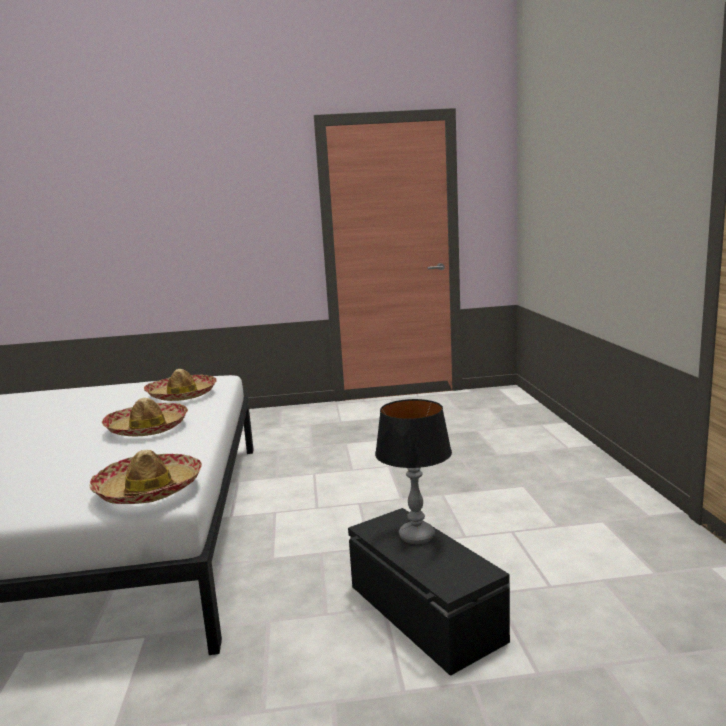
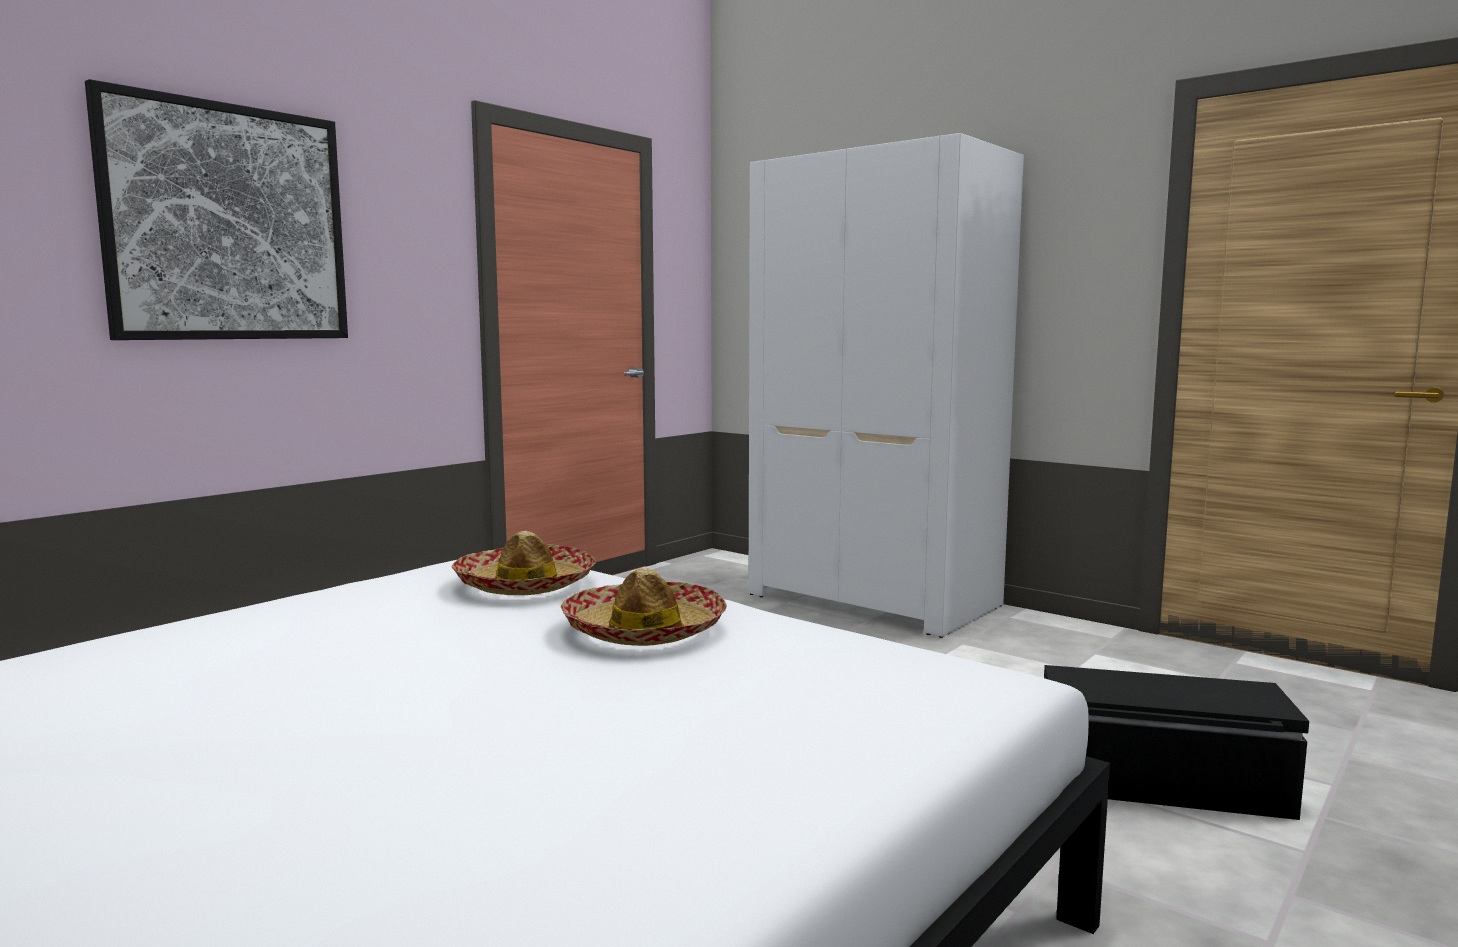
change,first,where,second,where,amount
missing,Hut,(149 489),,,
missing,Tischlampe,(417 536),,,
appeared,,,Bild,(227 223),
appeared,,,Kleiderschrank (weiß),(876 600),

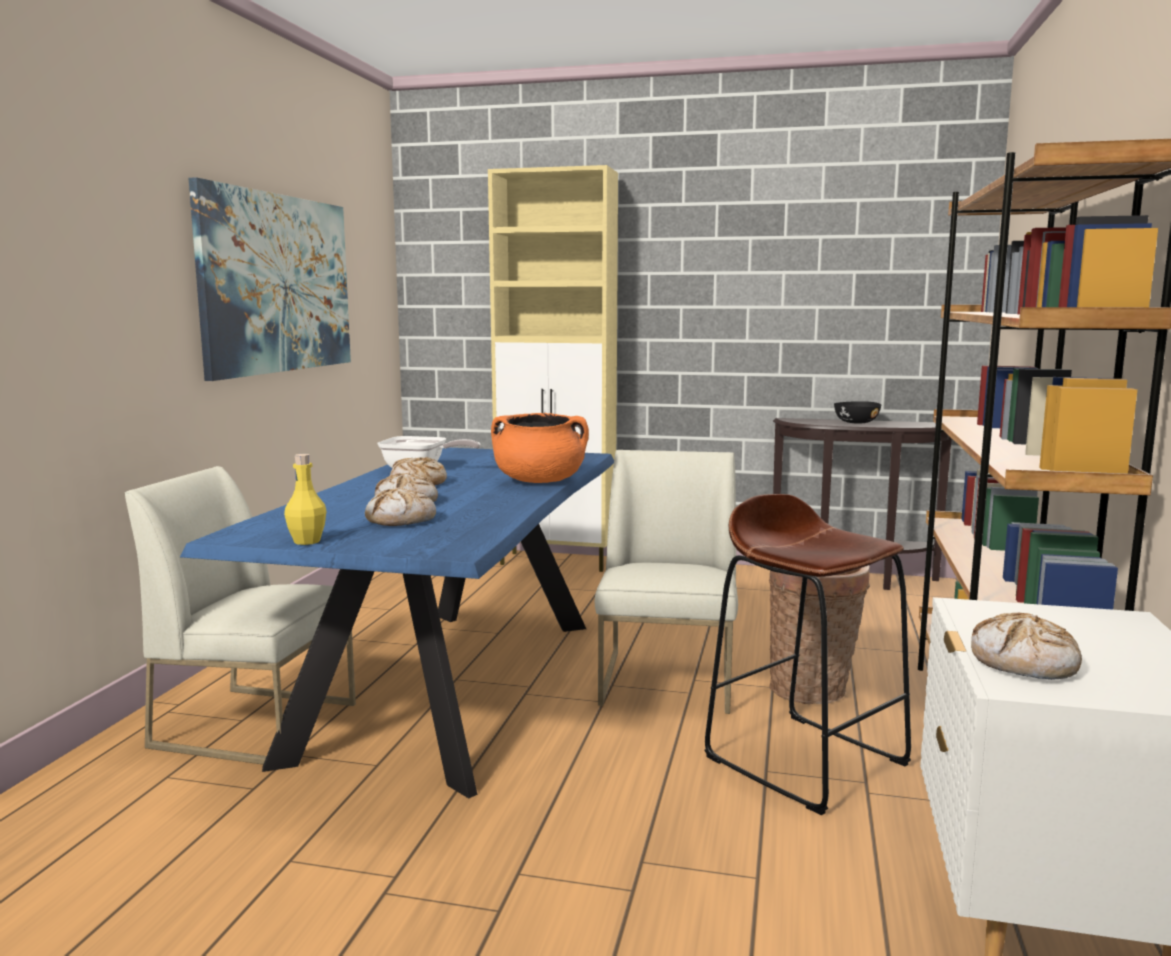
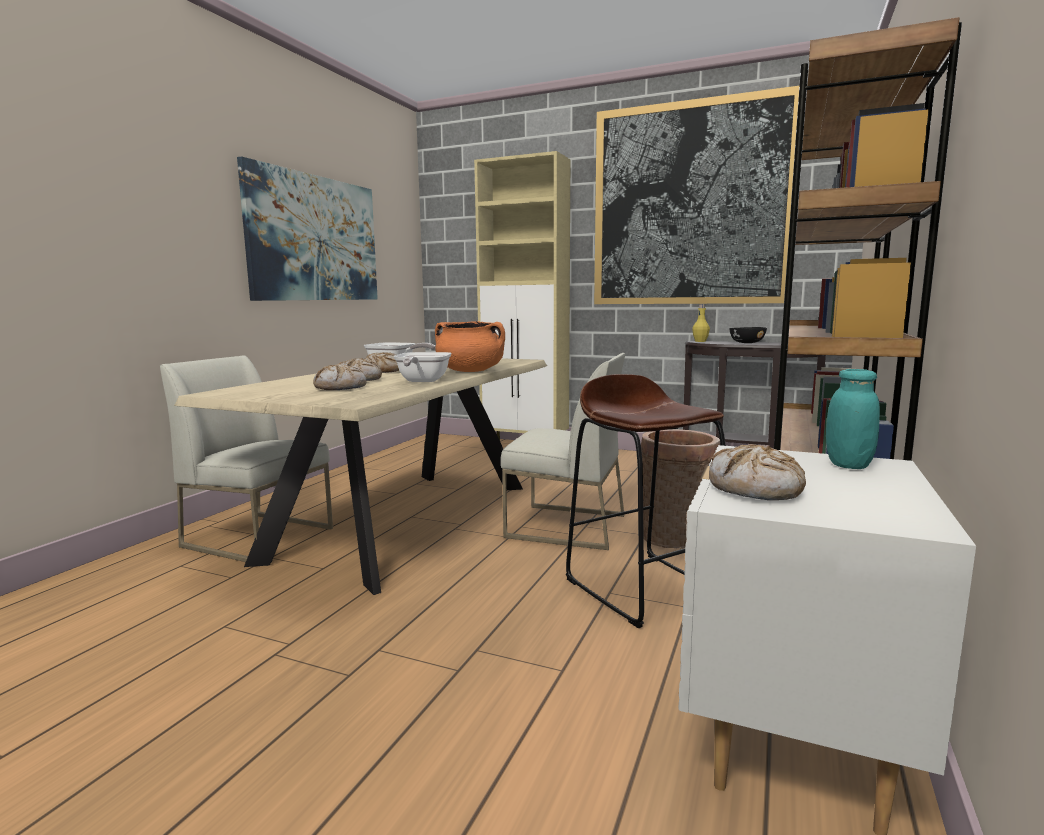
change,first,where,second,where,amount
appeared,,,Pfanne,(421 381),
appeared,,,Bild,(691 205),
appeared,,,Vorratsglas (türkis),(848 465),
relocated,Flasche (gelb),(307 541),,(700 341),
colour,Esstisch (blau),(451 686),Esstisch (beige),(405 520),
spun,Stuhl (weiß),(668 681),,(565 526),90 degrees clockwise

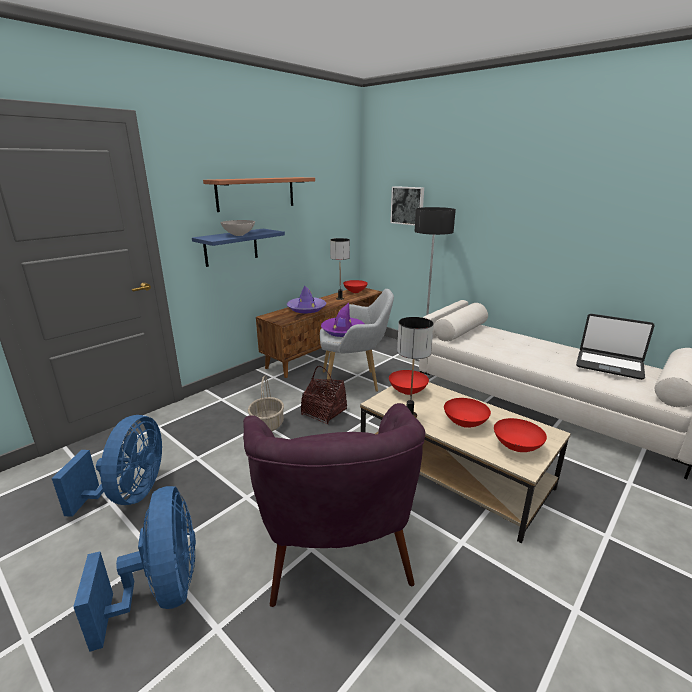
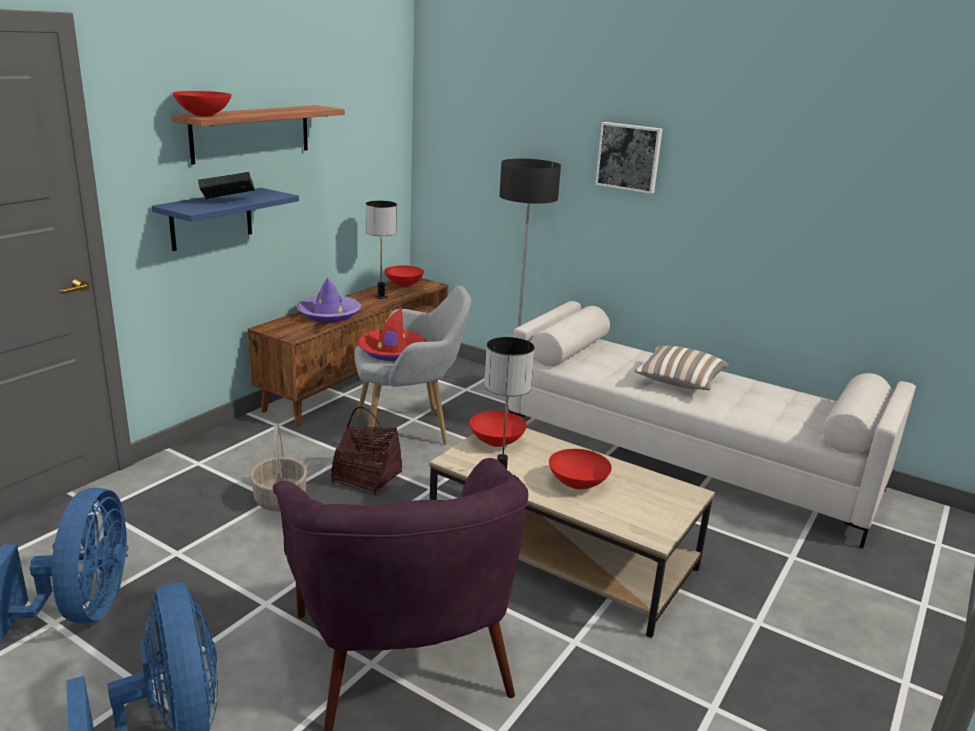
change,first,where,second,where,amount
missing,Laptop,(609 365),,,
appeared,,,Kissen,(679 382),
relocated,Bild,(407 205),,(629 157),
relocated,Schüssel (rot),(517 447),,(205 115),
exchanged,Schüssel (weiß),(239 235),Buch,(228 201),
colour,Hut (lila),(343 331),Hut (rot),(392 351),

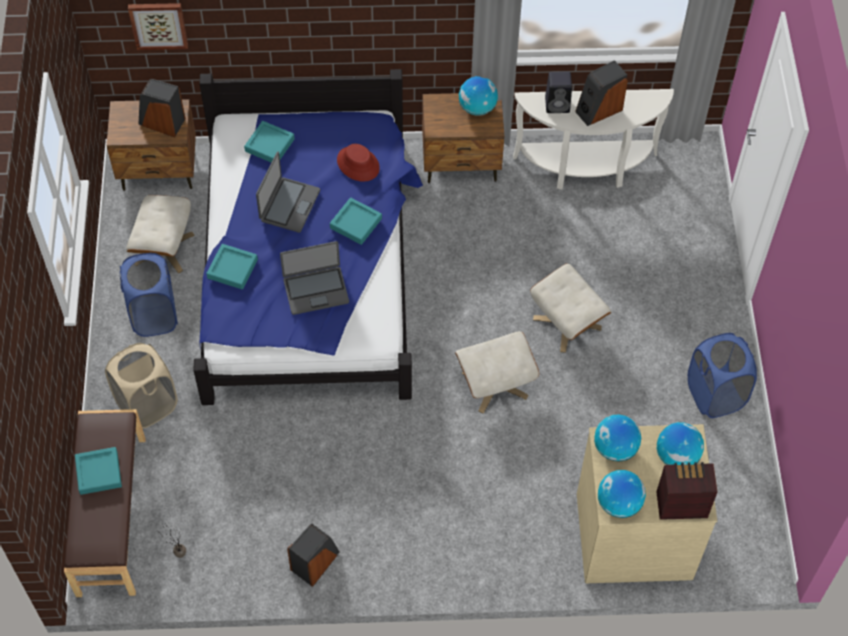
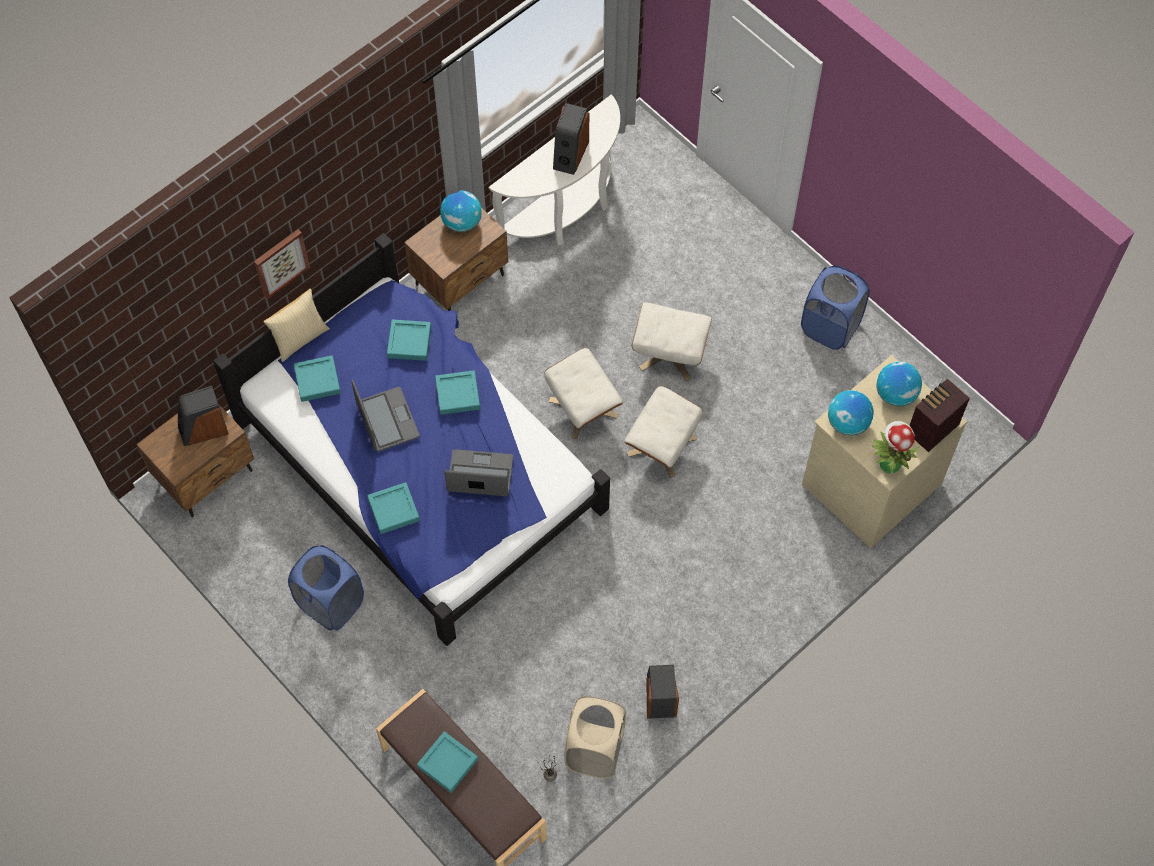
change,first,where,second,where,amount
missing,Lautsprecher (schwarz),(558 104),,,
appeared,,,Kissen,(299 338),
relocated,Wäschekorb (beige),(147 405),,(595 751),
relocated,Polsterhocker (beige),(164 249),,(584 408),
relocated,Bild,(158 25),,(280 262),
exchanged,Hut (rot),(358 164),Tablett (türkis),(409 342),
exchanged,Globus,(618 503),Topfpflanze,(889 463),
spun,Laptop,(315 290),,(480 475),120 degrees counterclockwise

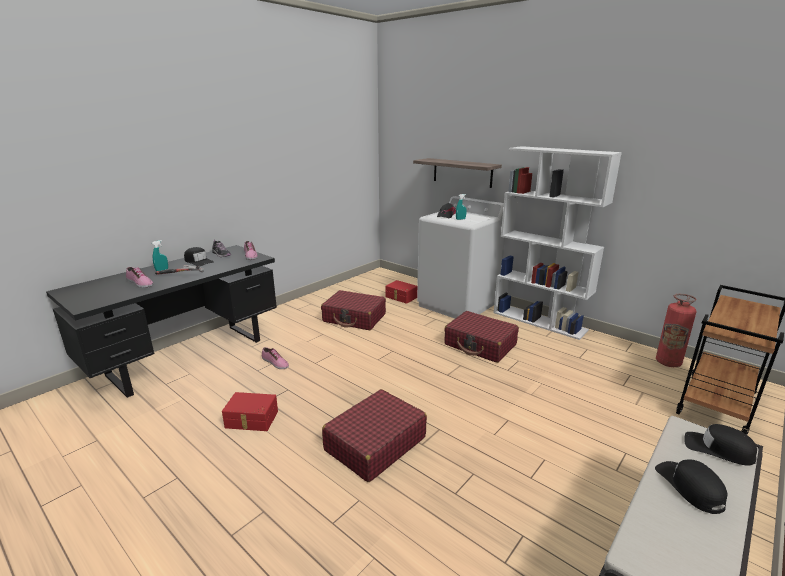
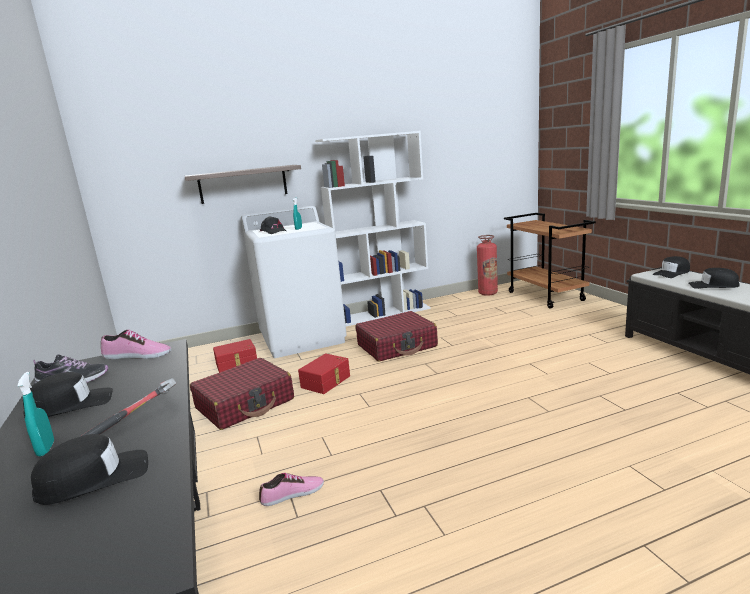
change,first,where,second,where,amount
missing,Koffer (rot),(375 444),,,
relocated,Aufbewahrungsbox (rot),(251 420),,(326 382),
exchanged,Schuh,(139 283),Kappe (schwarz),(94 477),

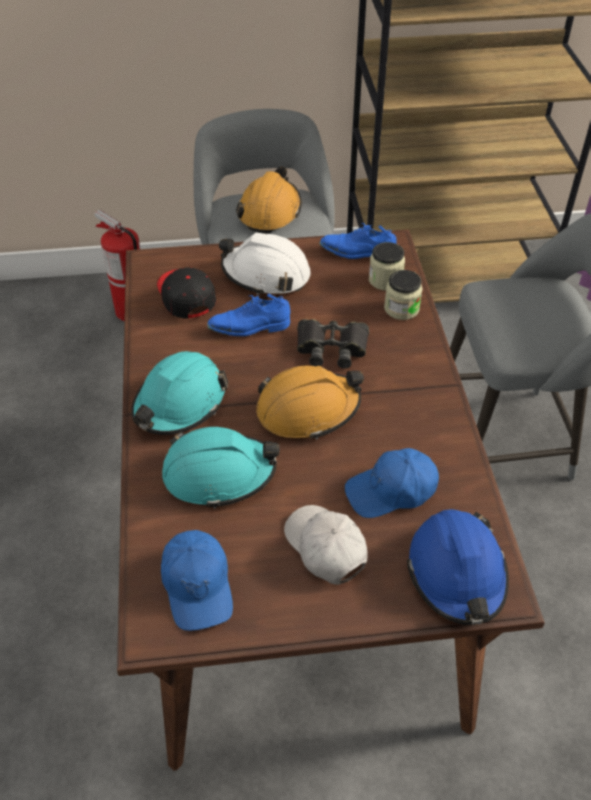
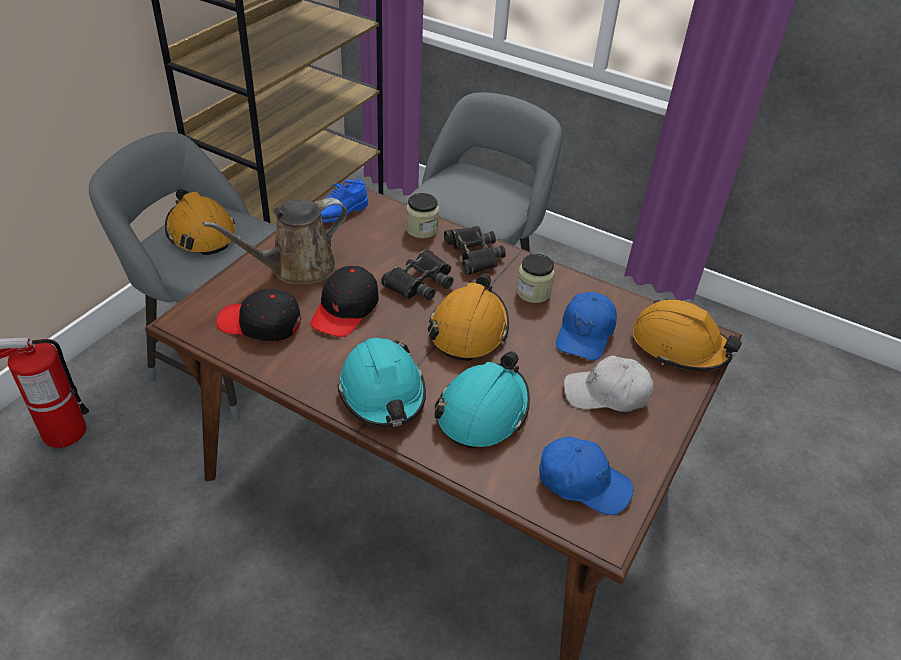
change,first,where,second,where,amount
appeared,,,Fernglas (schwarz),(473 254),
relocated,Vorratsglas,(385 280),,(533 292),
exchanged,Schuh (blau),(249 328),Kappe (schwarz),(345 309),
exchanged,Schutzhelm (weiß),(266 275),Gießkanne (braun),(297 268),
colour,Schutzhelm (blau),(457 574),Schutzhelm (orange),(679 346),

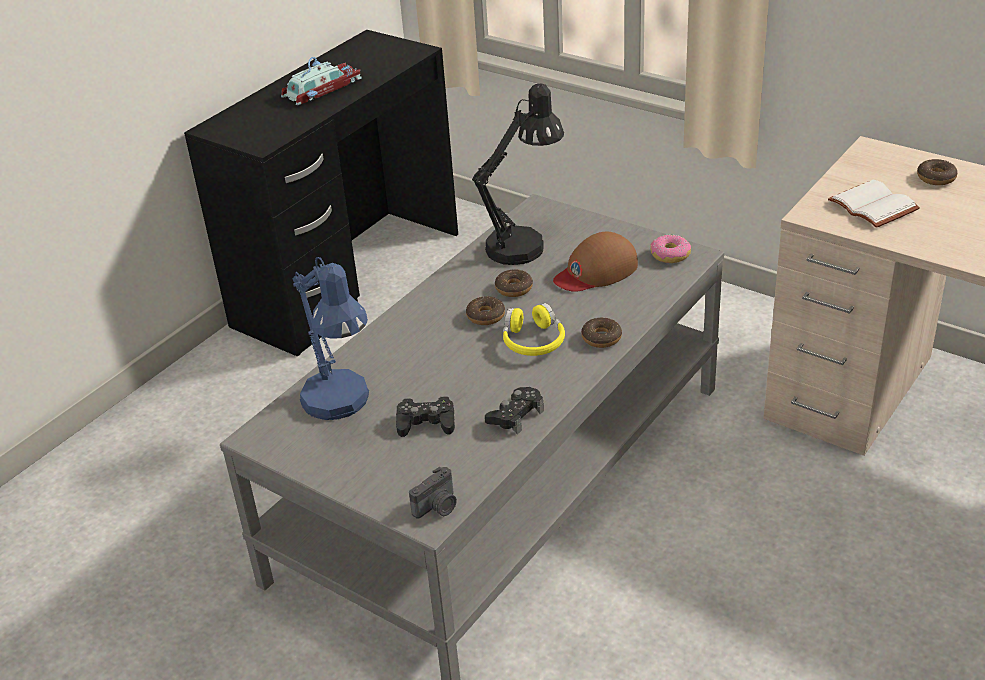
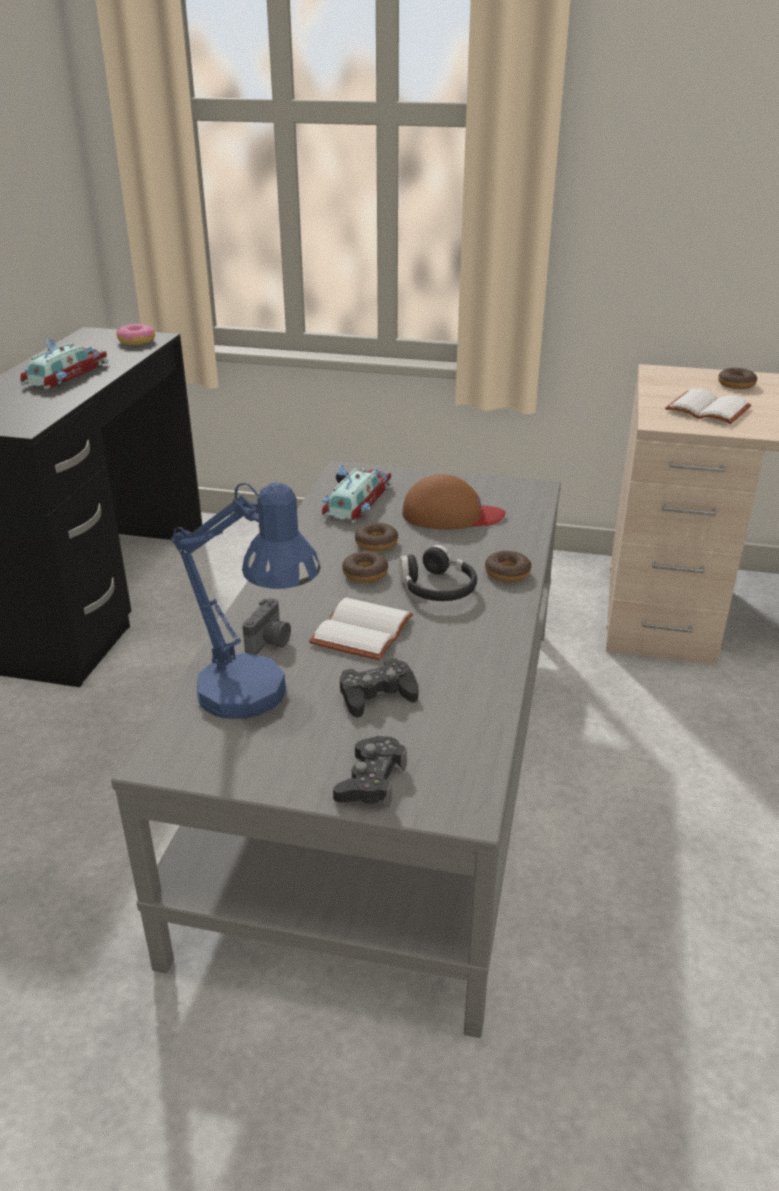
change,first,where,second,where,amount
appeared,,,Buch (weiß),(360 630),
relocated,Kamera,(438 507),,(270 642),
relocated,Gamepad (schwarz),(515 415),,(371 781),
relocated,Donut,(670 255),,(136 341),
exchanged,Tischlampe (schwarz),(523 243),Spielzeugauto,(355 502),
colour,Kopfhörer (gelb),(533 341),Kopfhörer (schwarz),(436 588),
spun,Kappe (braun),(596 271),,(451 515),120 degrees counterclockwise

